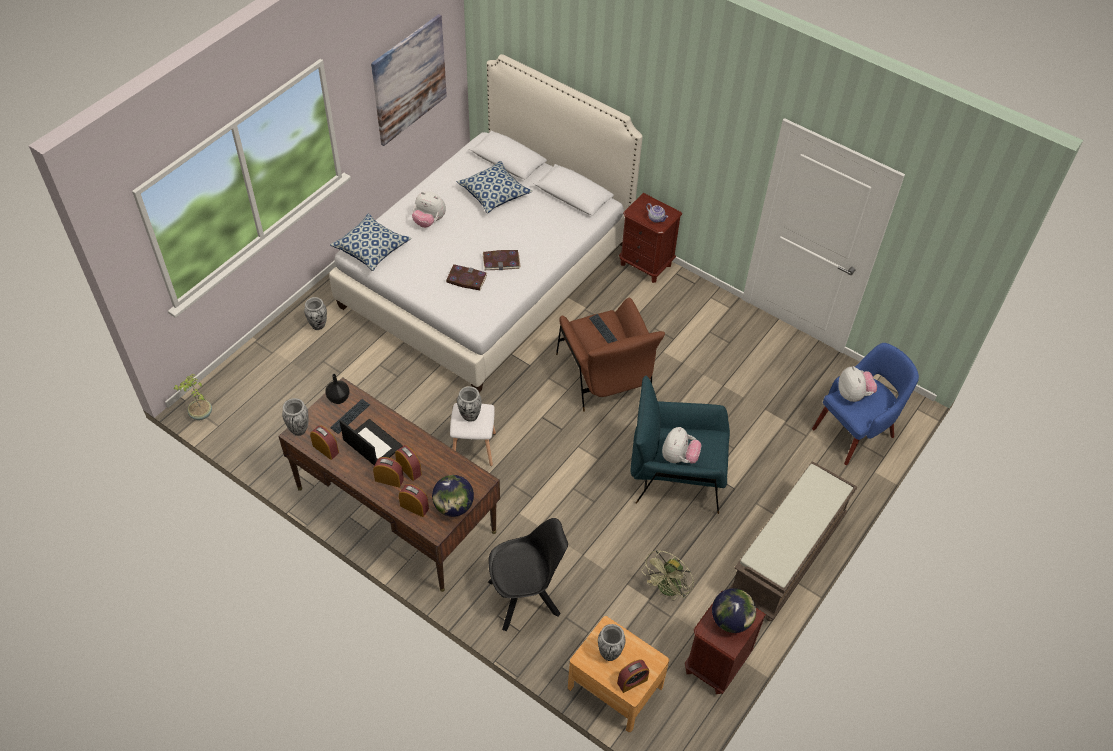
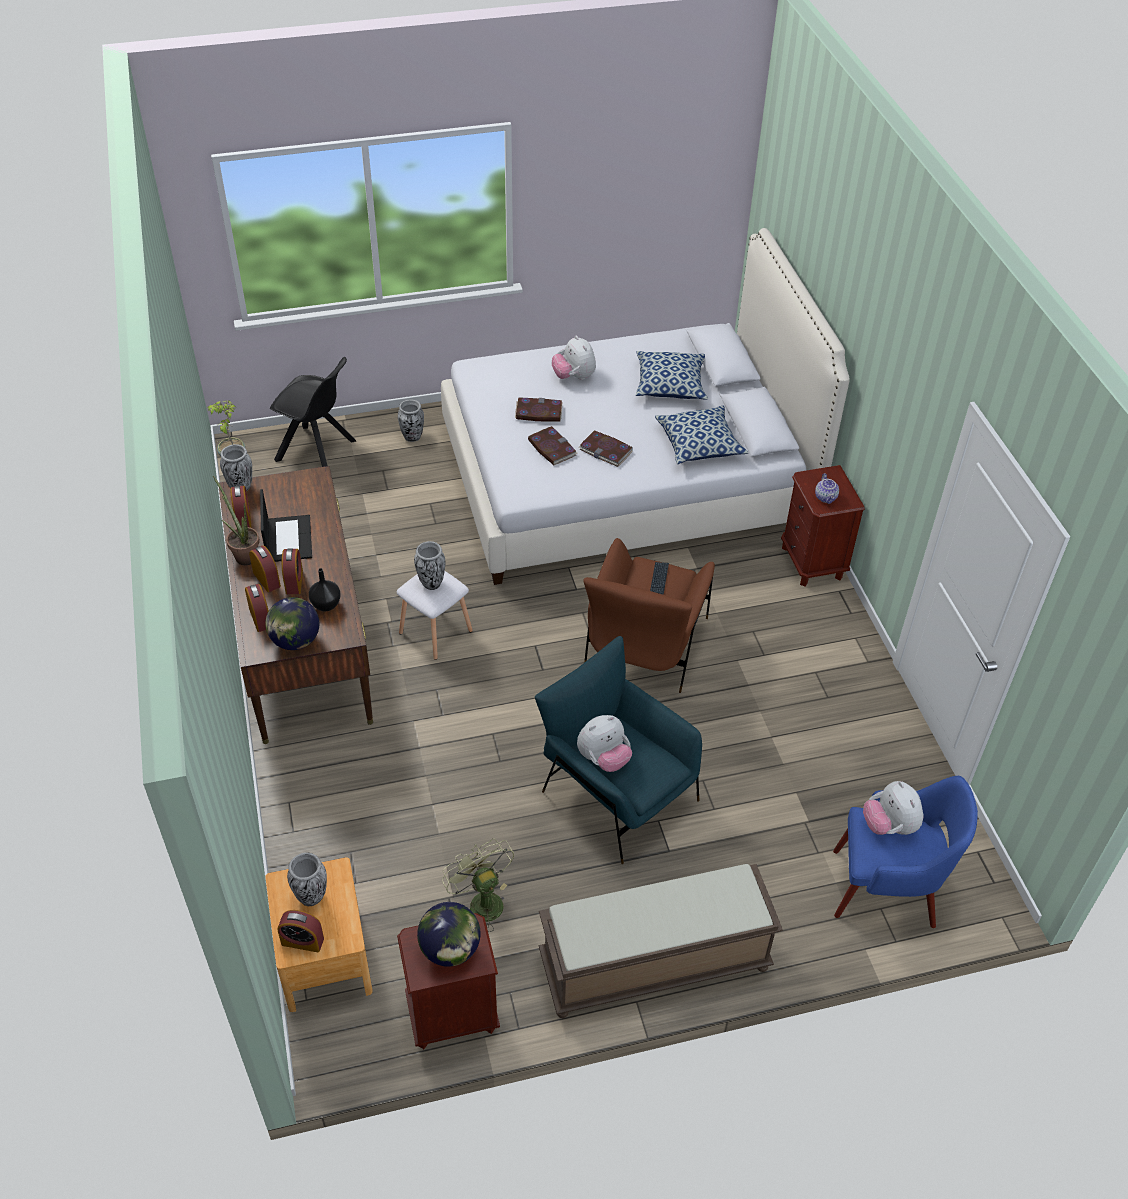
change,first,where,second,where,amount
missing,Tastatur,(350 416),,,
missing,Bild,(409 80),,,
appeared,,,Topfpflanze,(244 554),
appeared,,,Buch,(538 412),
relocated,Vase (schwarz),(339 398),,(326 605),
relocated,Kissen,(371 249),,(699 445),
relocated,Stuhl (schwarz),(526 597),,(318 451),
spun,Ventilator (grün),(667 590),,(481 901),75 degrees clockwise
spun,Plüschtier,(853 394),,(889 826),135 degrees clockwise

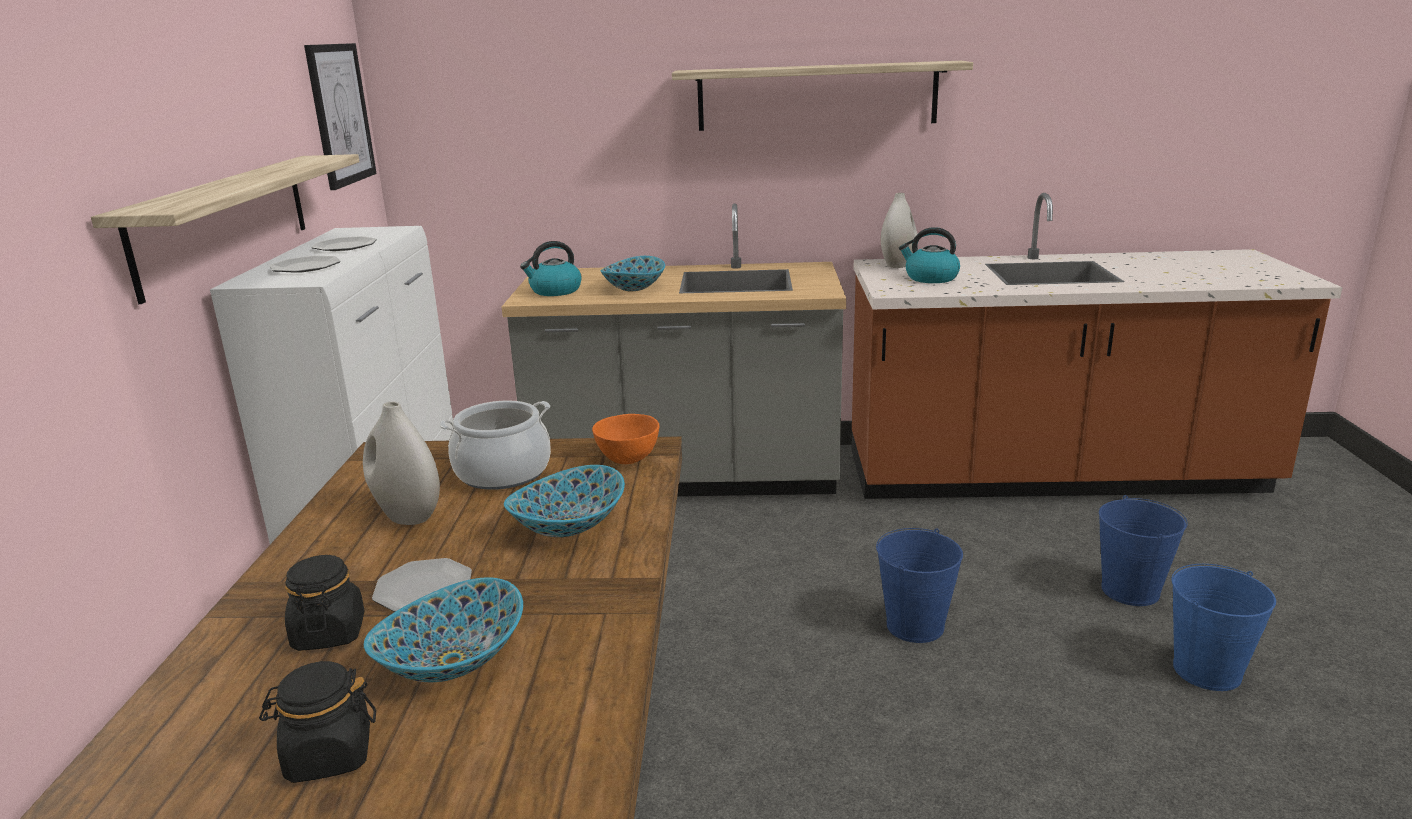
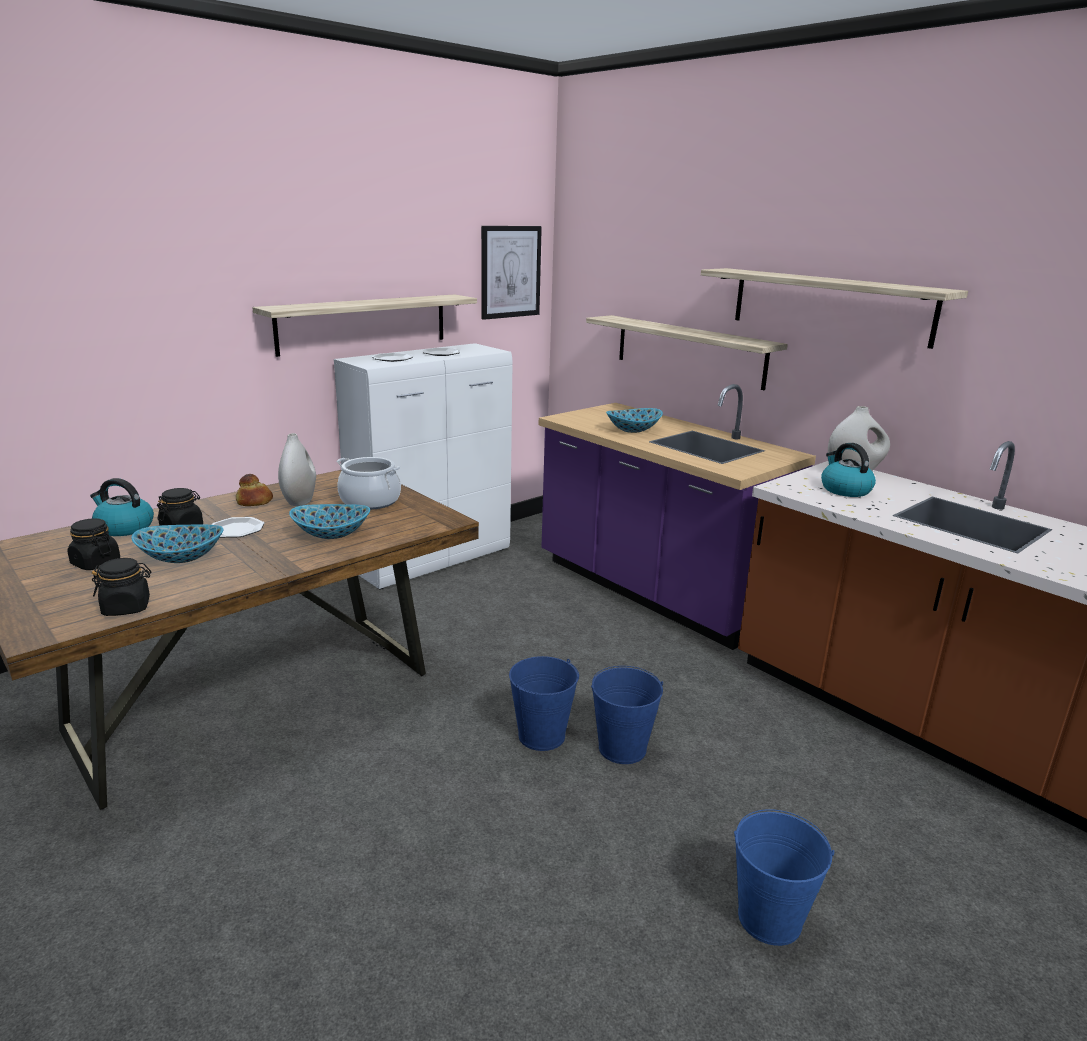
change,first,where,second,where,amount
missing,Schüssel (orange),(628 459),,,
appeared,,,Vorratsglas (schwarz),(127 607),
appeared,,,Brot,(254 502),
appeared,,,Wandregal,(689 351),
relocated,Wasserkessel,(555 291),,(124 528),
relocated,Eimer (blau),(1130 591),,(541 735),
colour,Küchenzeile (grau),(686 478),Küchenzeile (lila),(654 591),

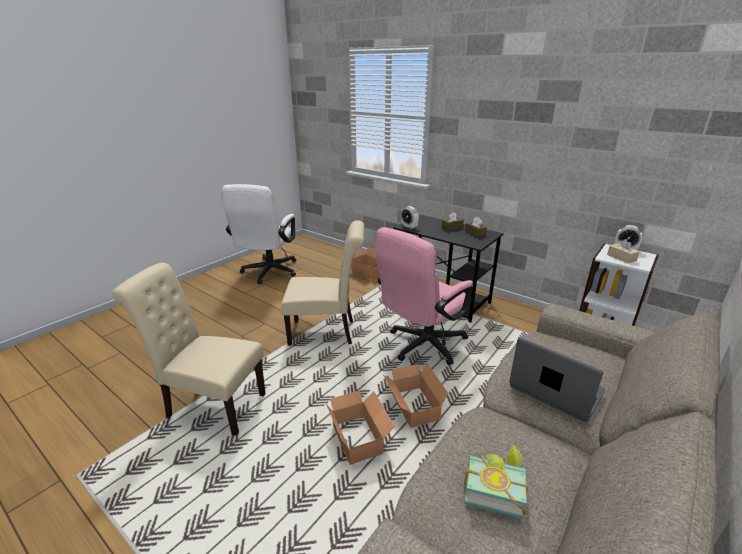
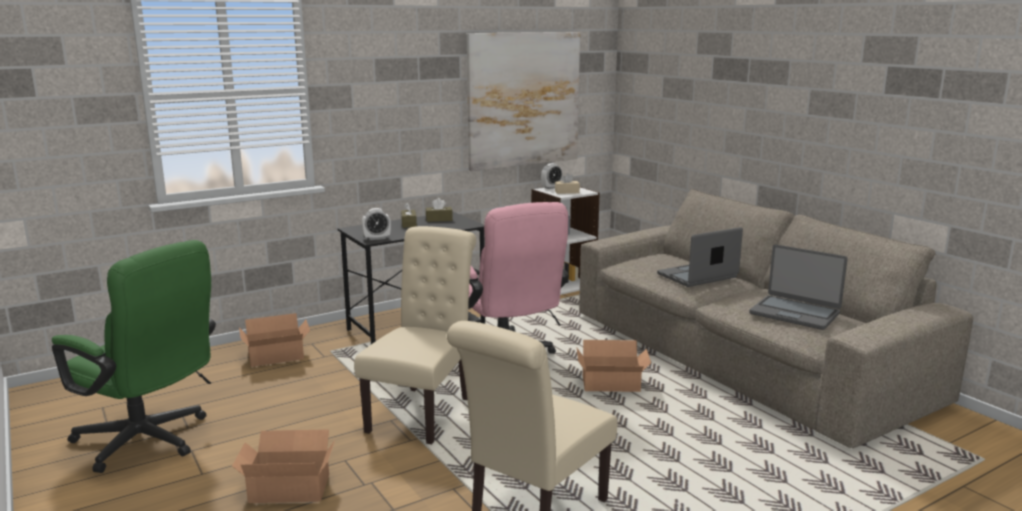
change,first,where,second,where,amount
appeared,,,Bild,(523 99),
relocated,Karton,(358 438),,(288 487),
exchanged,Buch,(493 488),Laptop,(795 313),
colour,Bürostuhl (weiß),(268 273),Bürostuhl (grün),(150 442),

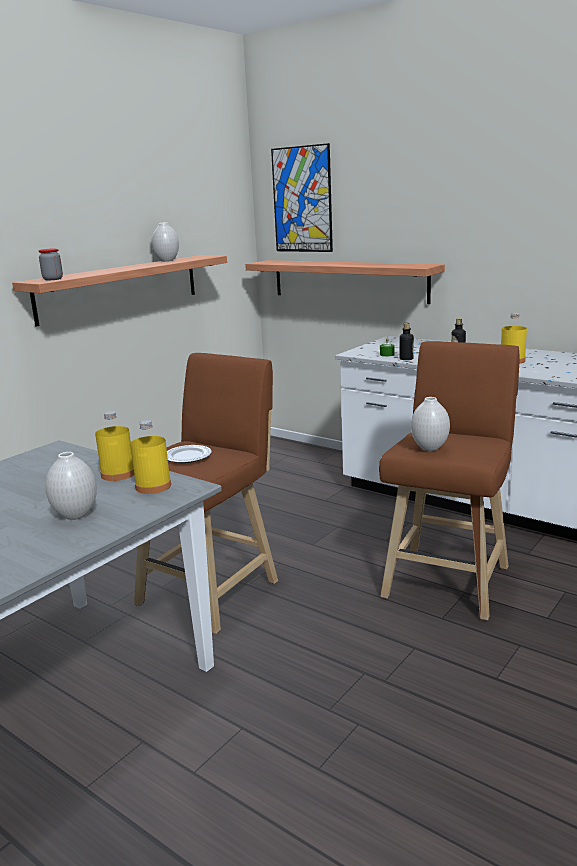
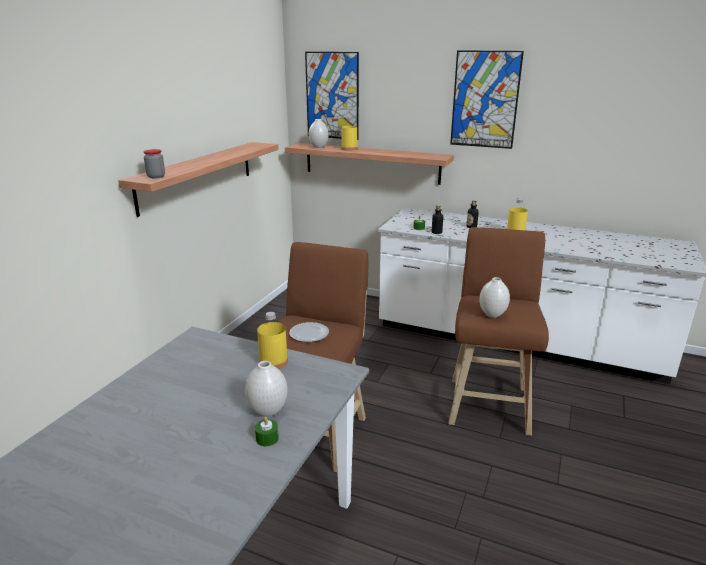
change,first,where,second,where,amount
appeared,,,Kerze (grün),(267 438),
appeared,,,Bild,(485 100),
relocated,Flasche (gelb),(153 486),,(349 149),
relocated,Vase (weiß),(167 261),,(319 147),

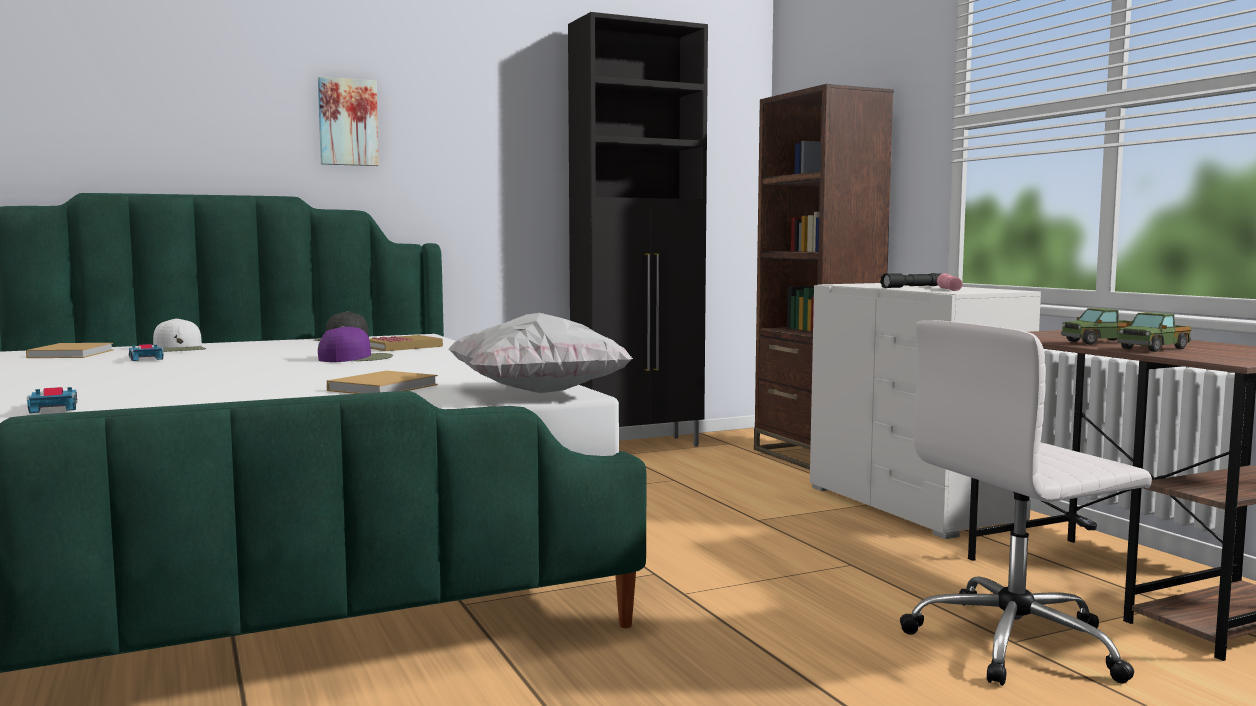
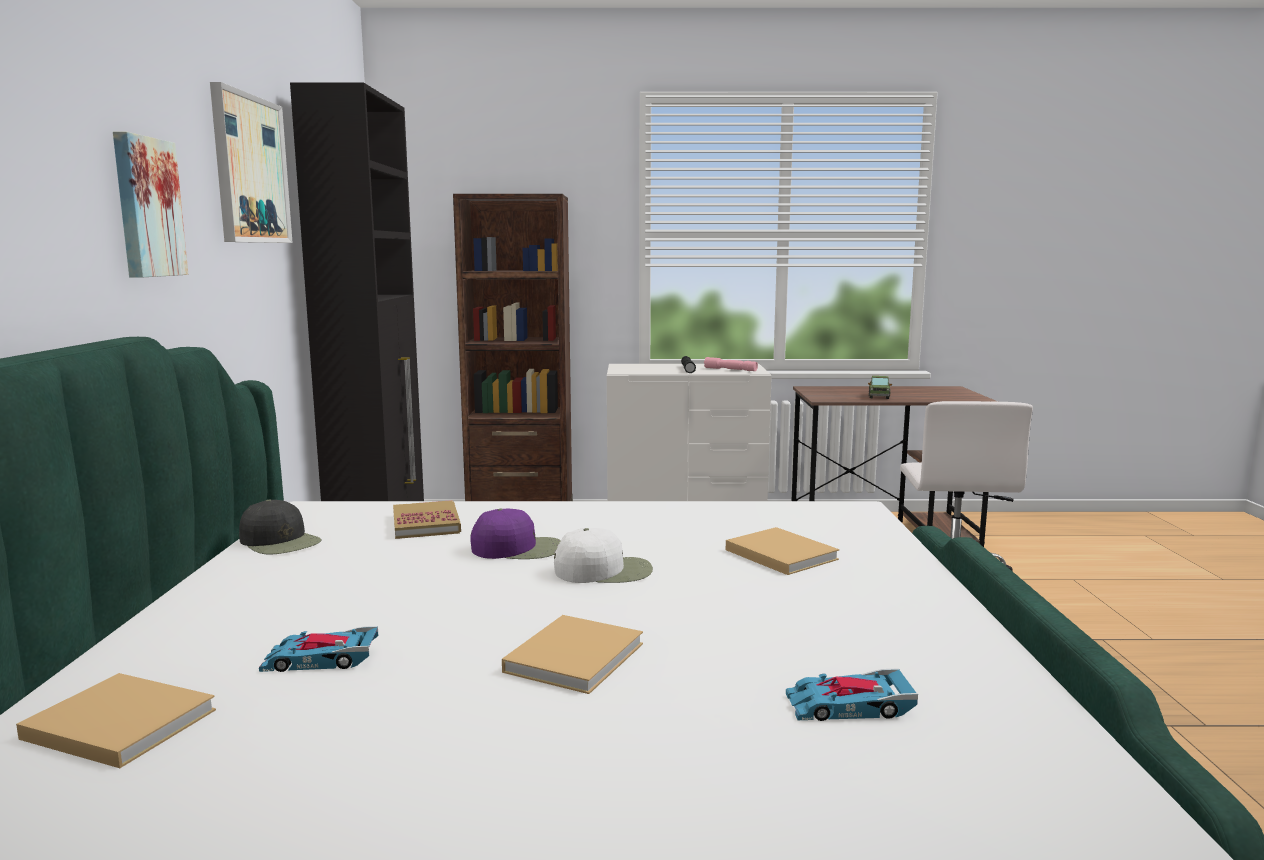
change,first,where,second,where,amount
missing,Kissen (weiß),(539 393),,,
missing,Spielzeuglaster,(1154 348),,,
appeared,,,Bild,(249 170),
appeared,,,Buch (beige),(577 656),
relocated,Kappe (weiß),(179 349),,(604 571),
spun,Kappe (lila),(356 358),,(518 548),90 degrees clockwise

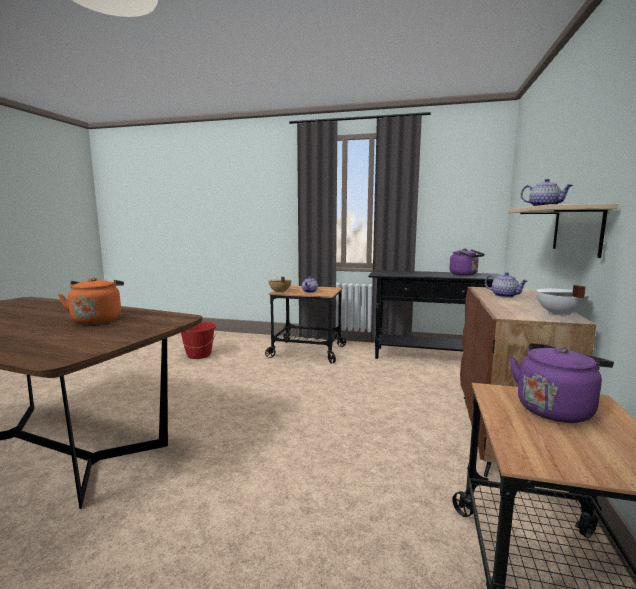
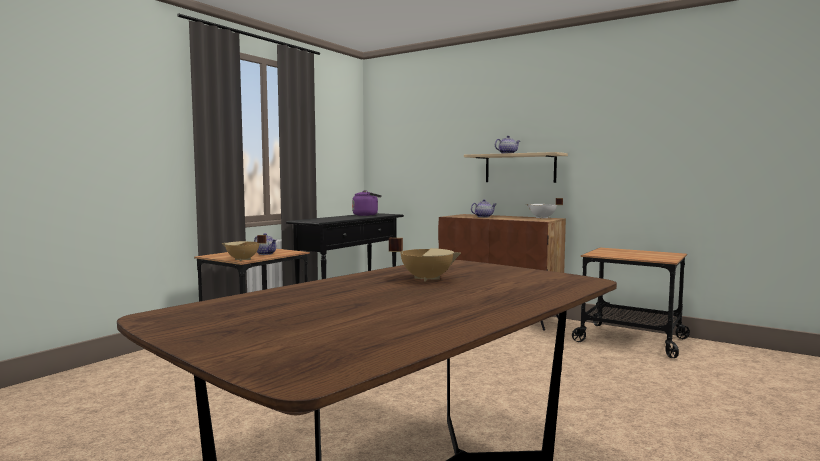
change,first,where,second,where,amount
missing,Eimer (rot),(199 355),,,
missing,Wasserkessel (lila),(555 409),,,
exchanged,Wasserkessel (orange),(97 320),Kochtopf (beige),(426 278),

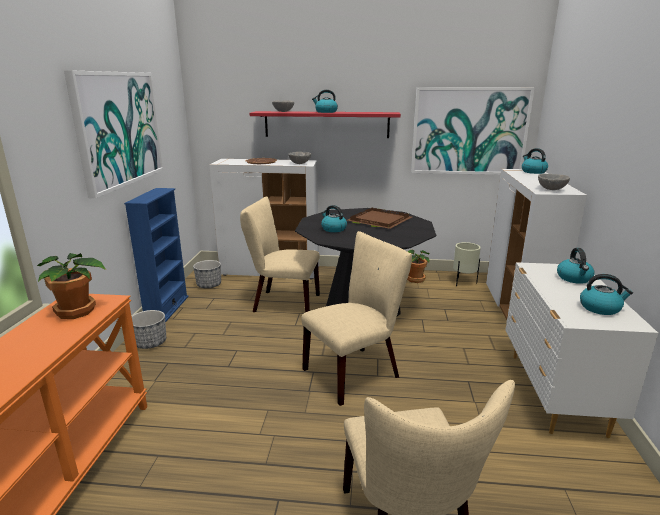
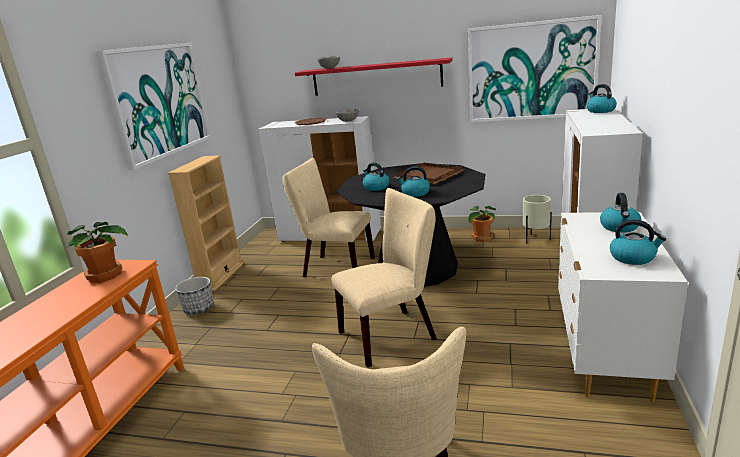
change,first,where,second,where,amount
missing,Pflanzkübel,(209 285),,,
missing,Schüssel (grau),(552 189),,,
relocated,Wasserkessel,(326 112),,(415 193),
colour,Bücherregal (blau),(167 309),Bücherregal (beige),(221 276),

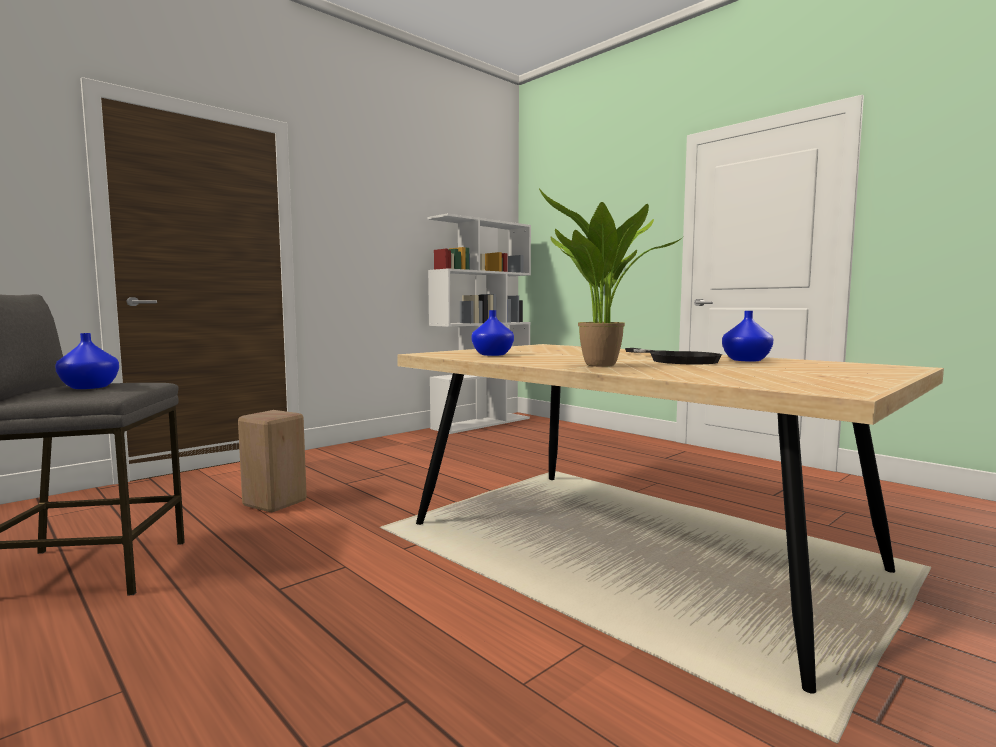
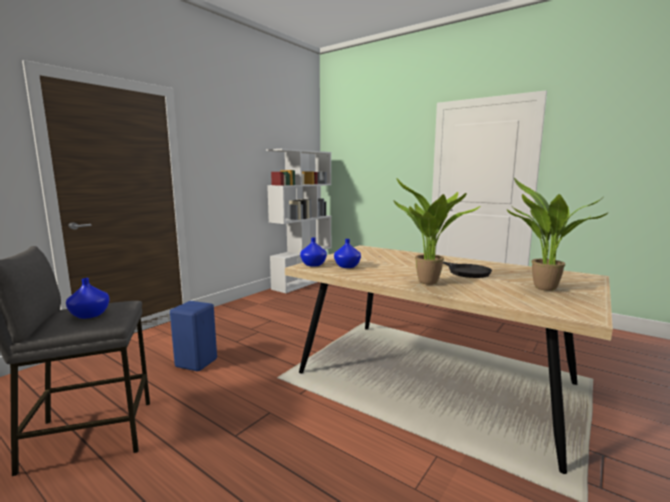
change,first,where,second,where,amount
appeared,,,Topfpflanze,(542 289),
relocated,Vase (blau),(747 360),,(313 265),
colour,Hocker (beige),(275 503),Hocker (blau),(196 362),

